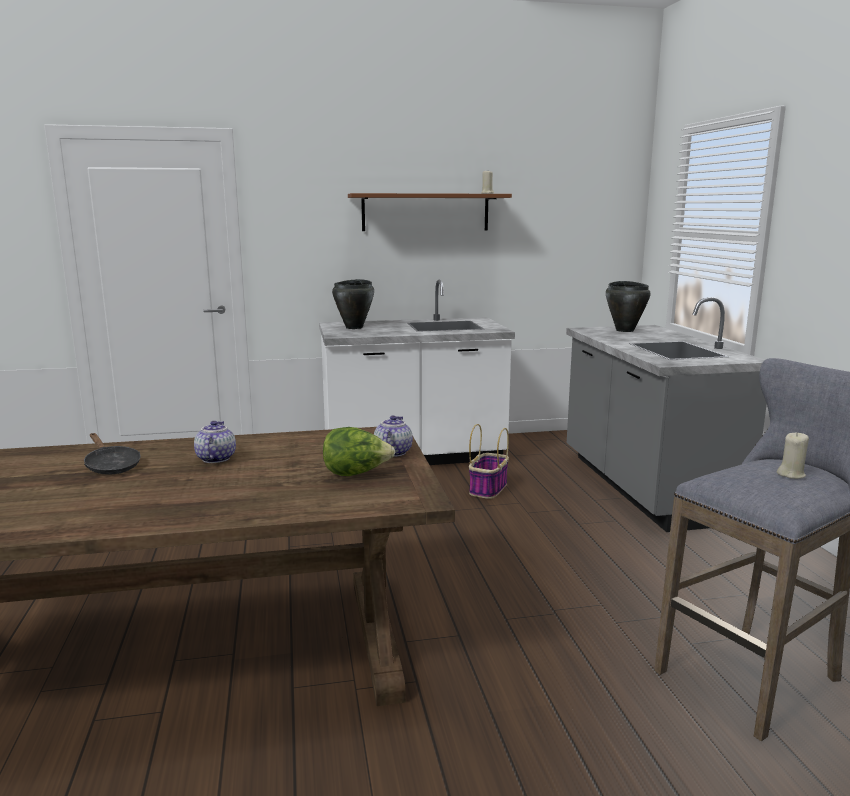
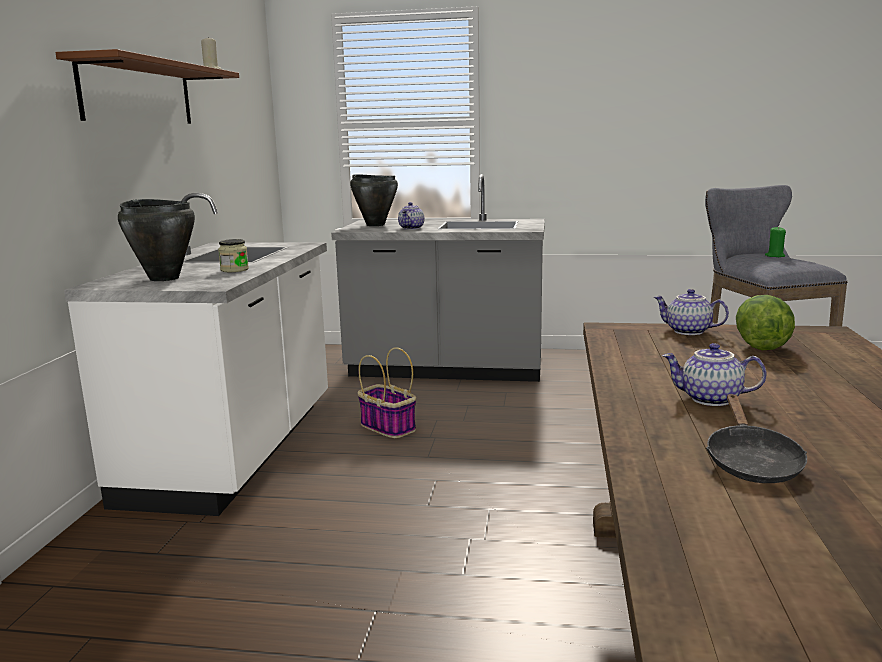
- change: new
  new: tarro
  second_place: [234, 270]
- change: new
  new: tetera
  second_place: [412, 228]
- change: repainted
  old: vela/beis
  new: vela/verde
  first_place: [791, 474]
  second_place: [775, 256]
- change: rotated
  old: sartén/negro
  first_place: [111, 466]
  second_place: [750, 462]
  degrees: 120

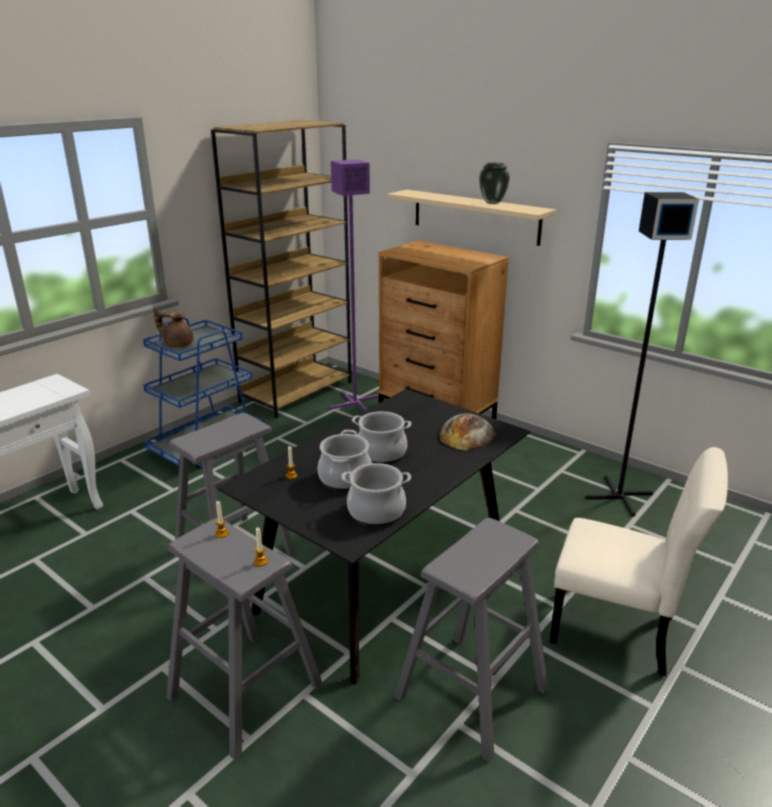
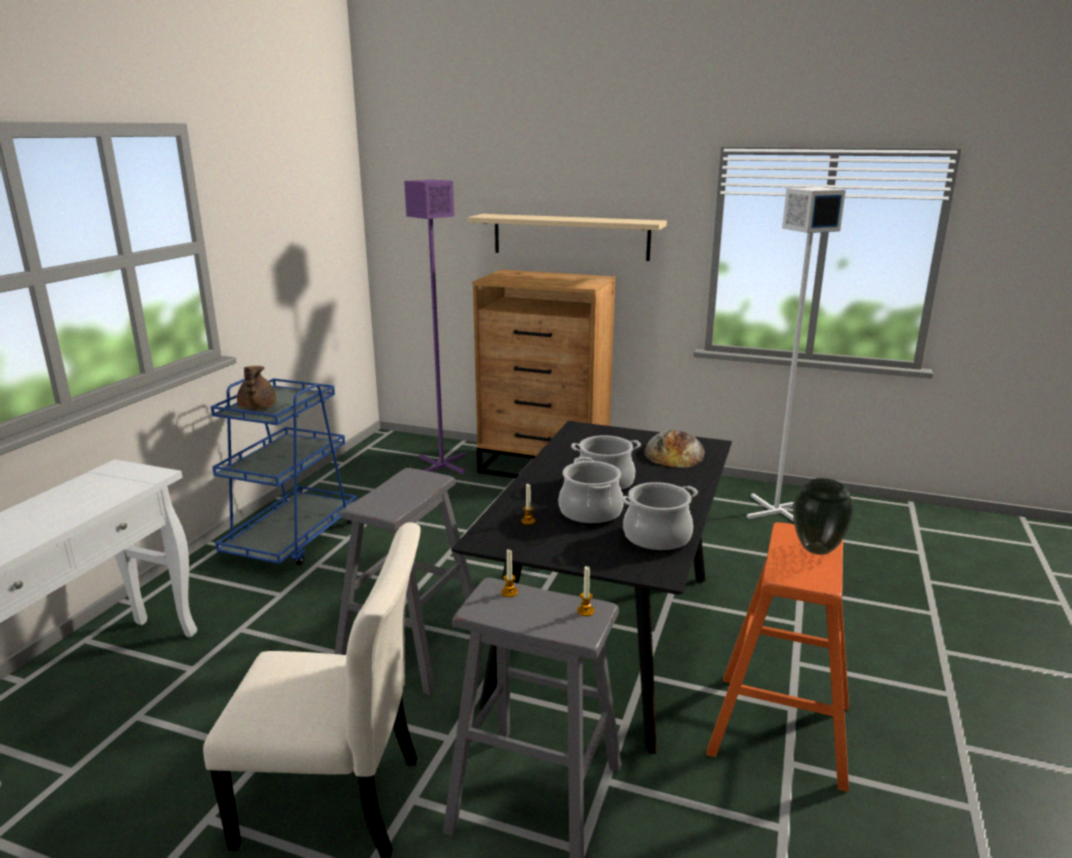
- change: gone
  old: estantería/marrón
  first_place: [296, 391]
- change: shifted
  old: florero
  first_place: [493, 203]
  second_place: [817, 549]
- change: shifted
  old: silla/beis
  first_place: [618, 631]
  second_place: [337, 803]
- change: repainted
  old: taburete/gris
  new: taburete/naranja
  first_place: [471, 693]
  second_place: [780, 729]
- change: repainted
  old: lámpara de pie/negro
  new: lámpara de pie/blanco
  first_place: [618, 495]
  second_place: [774, 510]
- change: rotated
  old: tetera/marrón
  first_place: [177, 344]
  second_place: [256, 408]
  degrees: -90

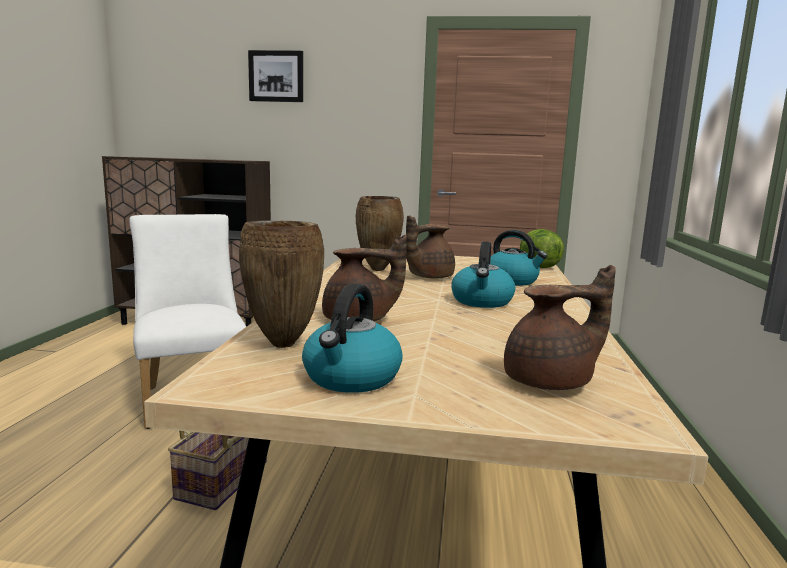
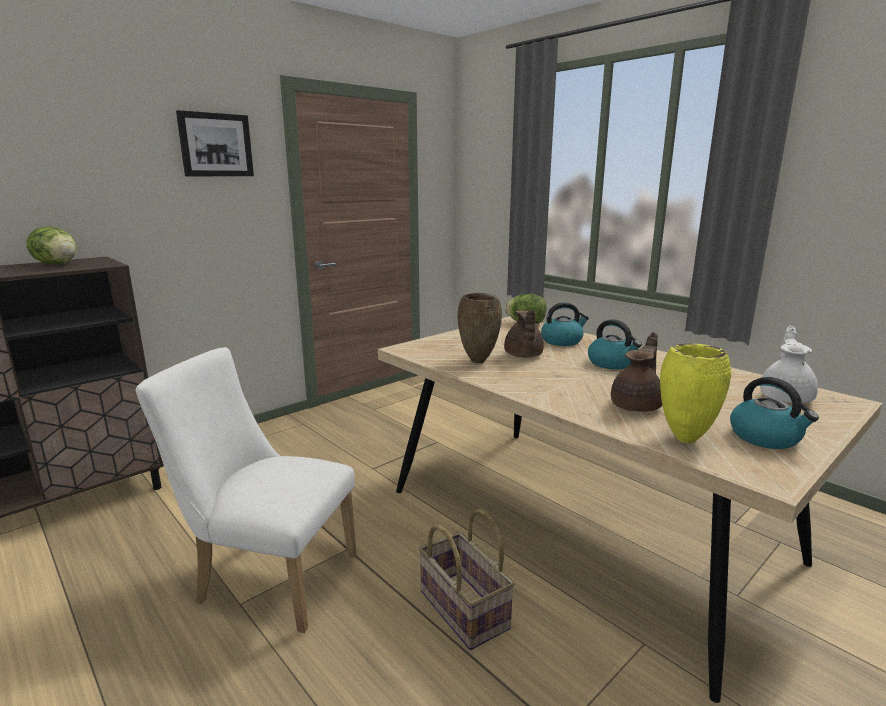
- change: new
  new: lechuga
  second_place: [57, 264]
- change: shifted
  old: cuadro
  first_place: [276, 76]
  second_place: [216, 145]
- change: repainted
  old: florero/marrón
  new: florero/amarillo
  first_place: [284, 344]
  second_place: [683, 439]
- change: repainted
  old: tetera/marrón
  new: tetera/blanco
  first_place: [551, 382]
  second_place: [786, 397]

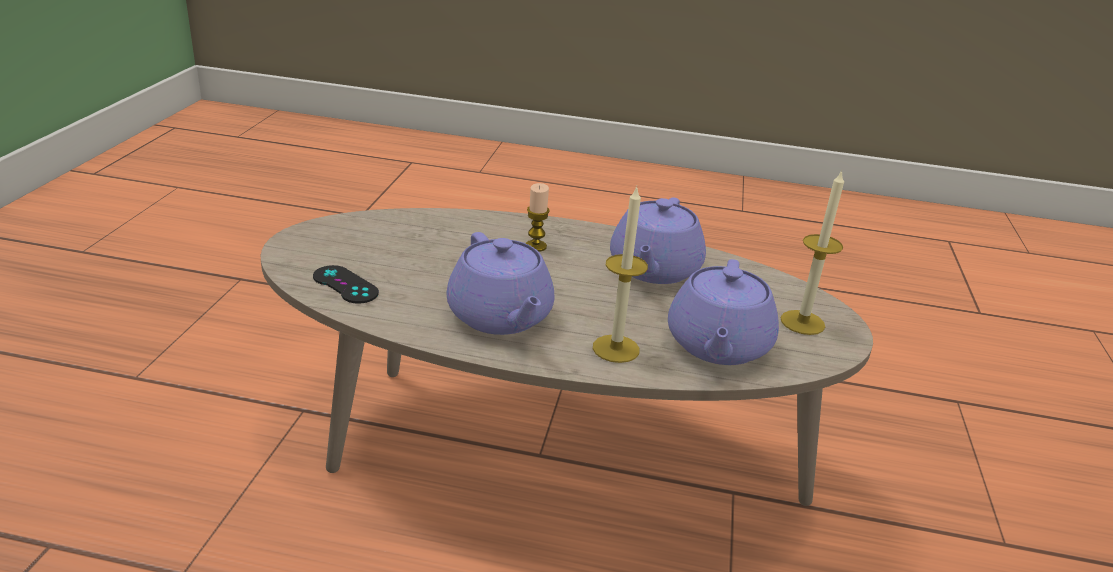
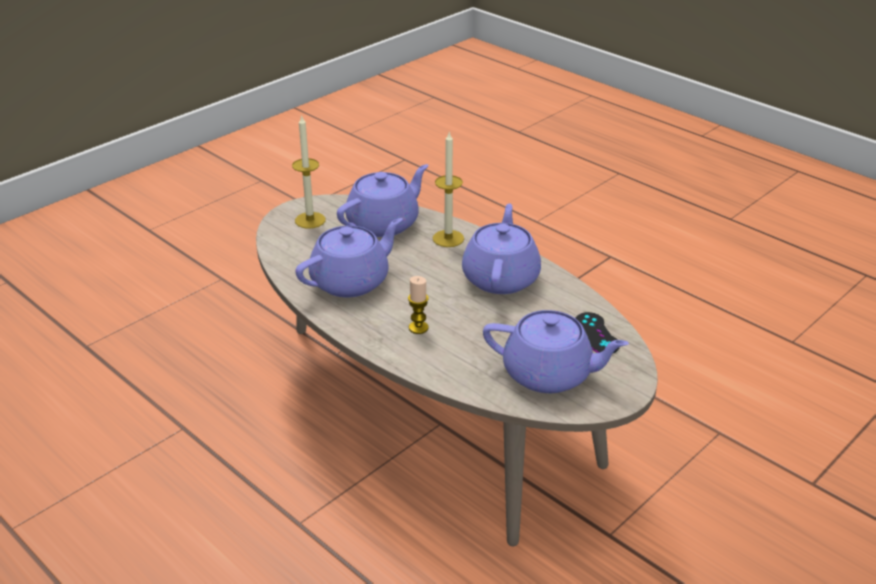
- change: new
  new: tetera/morado
  second_place: [549, 374]

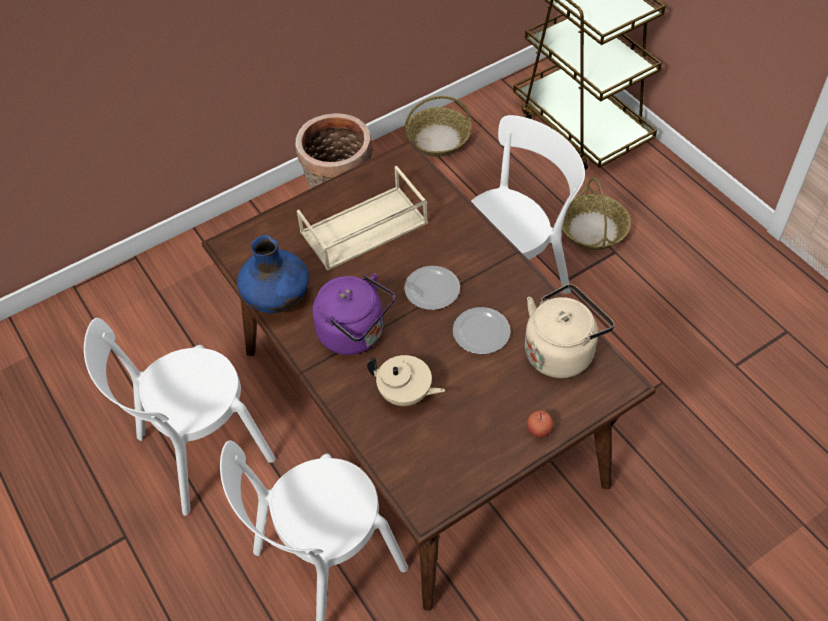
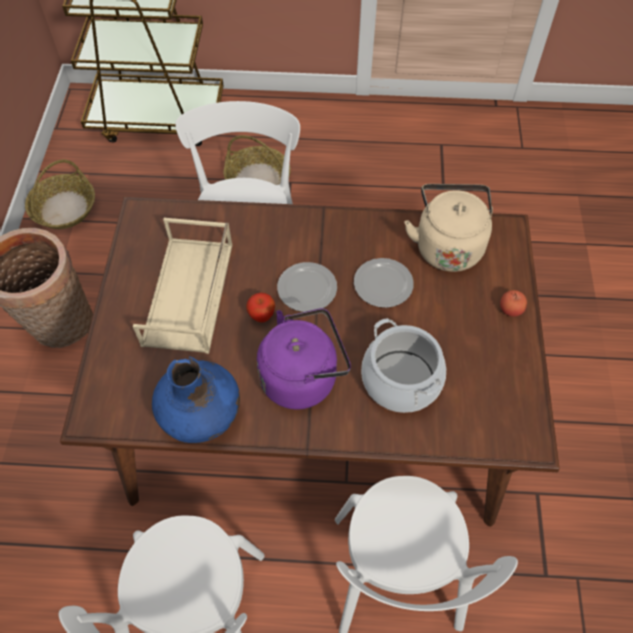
- change: new
  new: manzana
  second_place: [262, 316]
- change: swapped
  old: tetera/beis
  new: olla
  first_place: [405, 394]
  second_place: [401, 380]

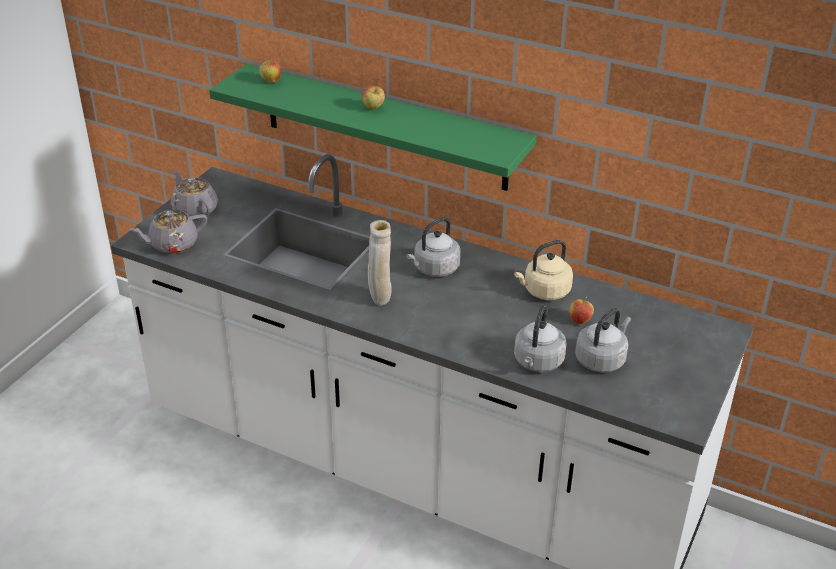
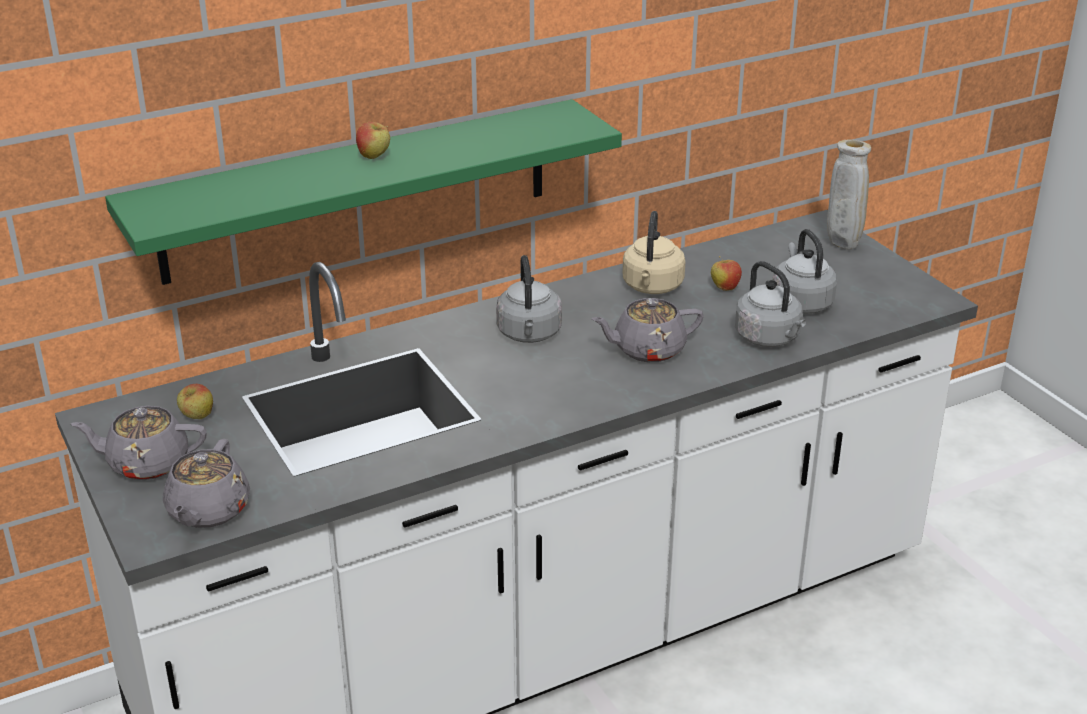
- change: new
  new: tetera/gris
  second_place: [647, 350]
- change: shifted
  old: manzana
  first_place: [271, 81]
  second_place: [197, 417]
- change: shifted
  old: florero/beis
  first_place: [380, 300]
  second_place: [842, 246]

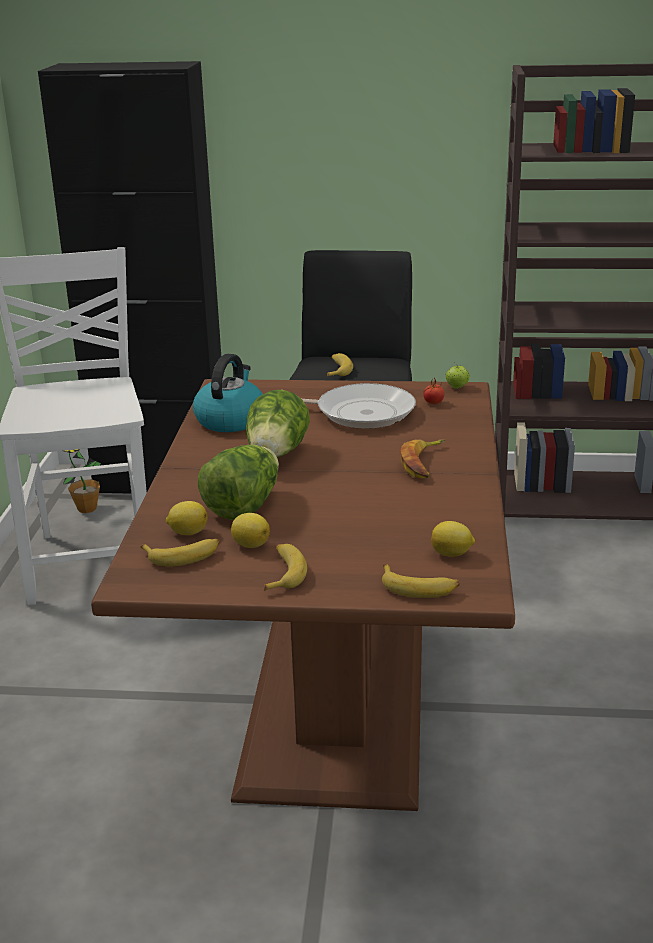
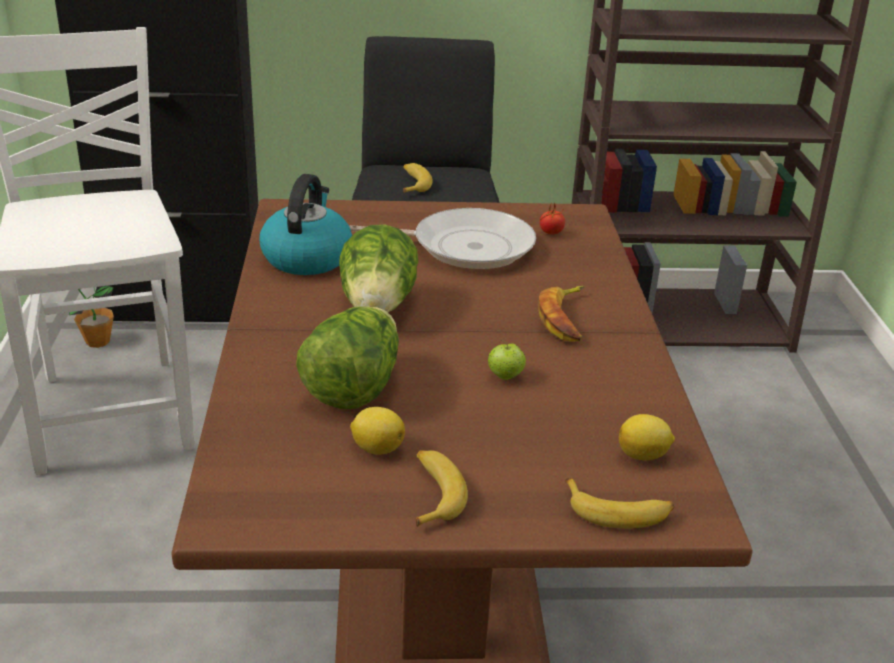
- change: gone
  old: plátano
  first_place: [183, 556]
- change: gone
  old: limón
  first_place: [187, 532]
- change: shifted
  old: manzana
  first_place: [457, 387]
  second_place: [505, 376]

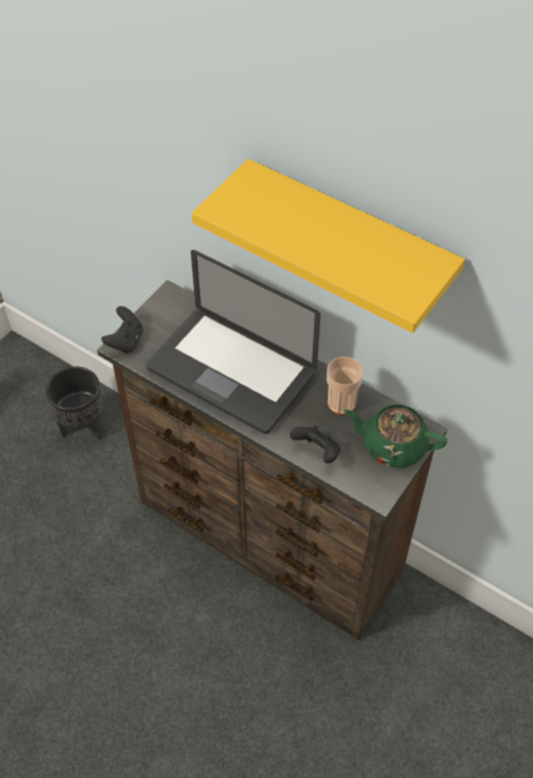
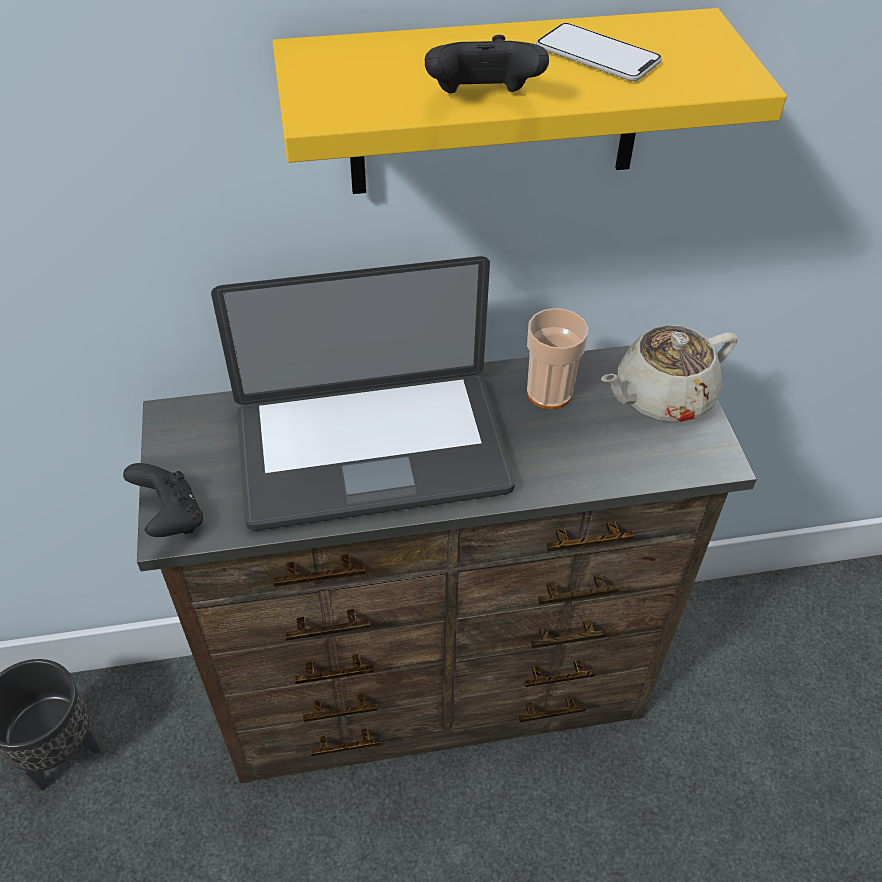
- change: new
  new: móvil
  second_place: [597, 55]
- change: shifted
  old: mando de consola/negro
  first_place: [317, 452]
  second_place: [482, 101]
- change: repainted
  old: tetera/verde
  new: tetera/beis
  first_place: [393, 445]
  second_place: [661, 397]

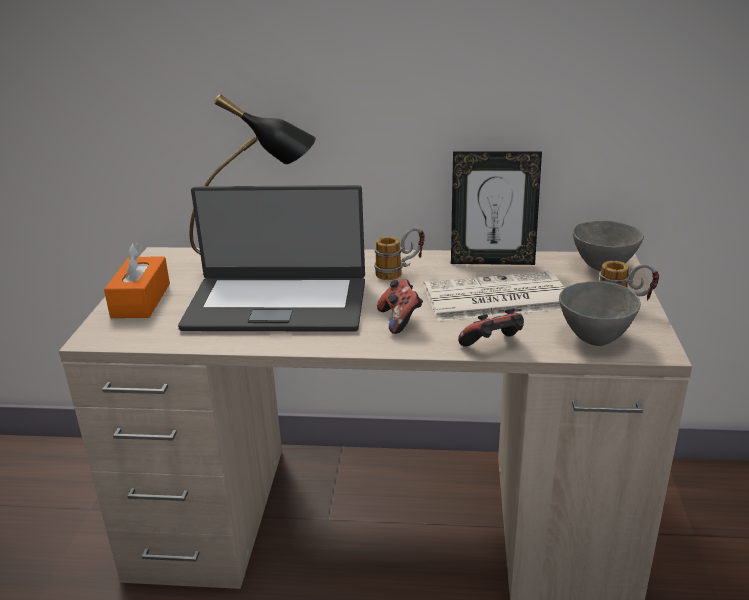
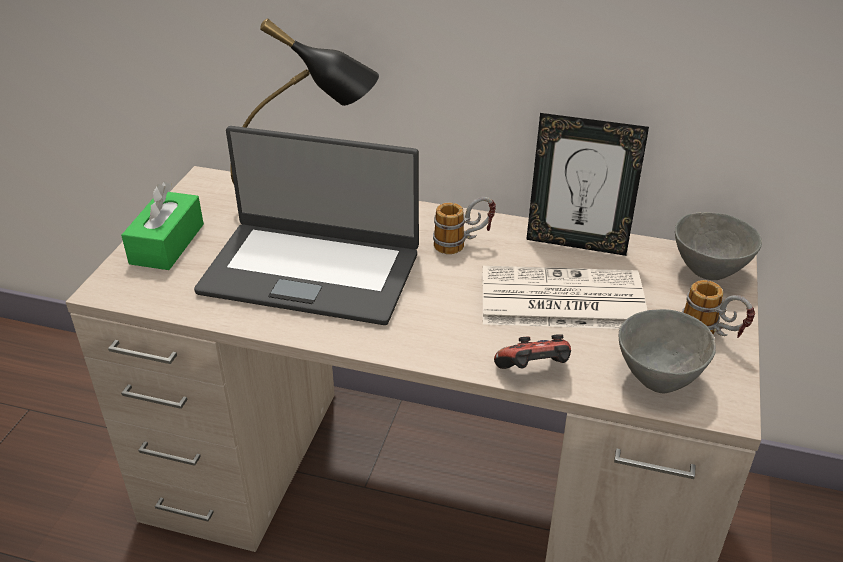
- change: gone
  old: mando de consola
  first_place: [400, 320]
- change: repainted
  old: caja de pañuelos/naranja
  new: caja de pañuelos/verde
  first_place: [141, 300]
  second_place: [167, 244]

